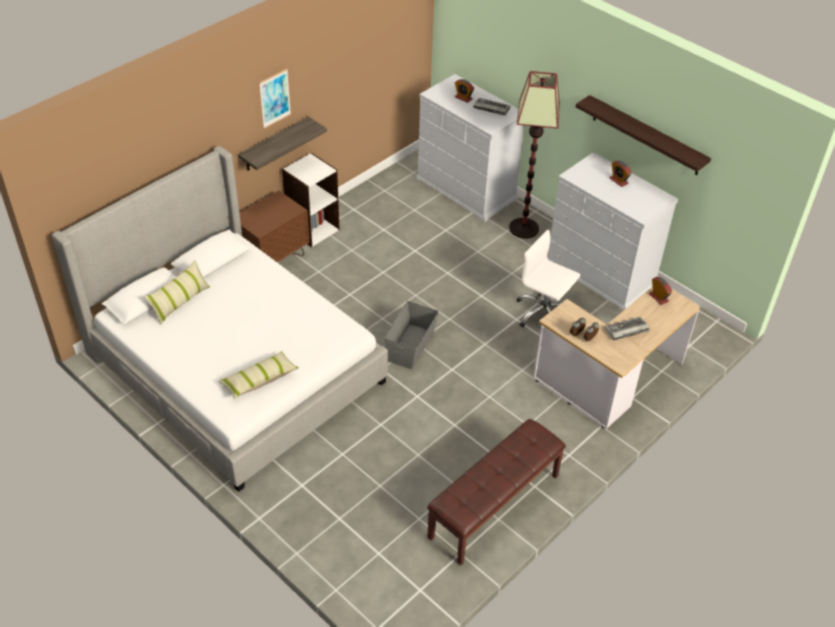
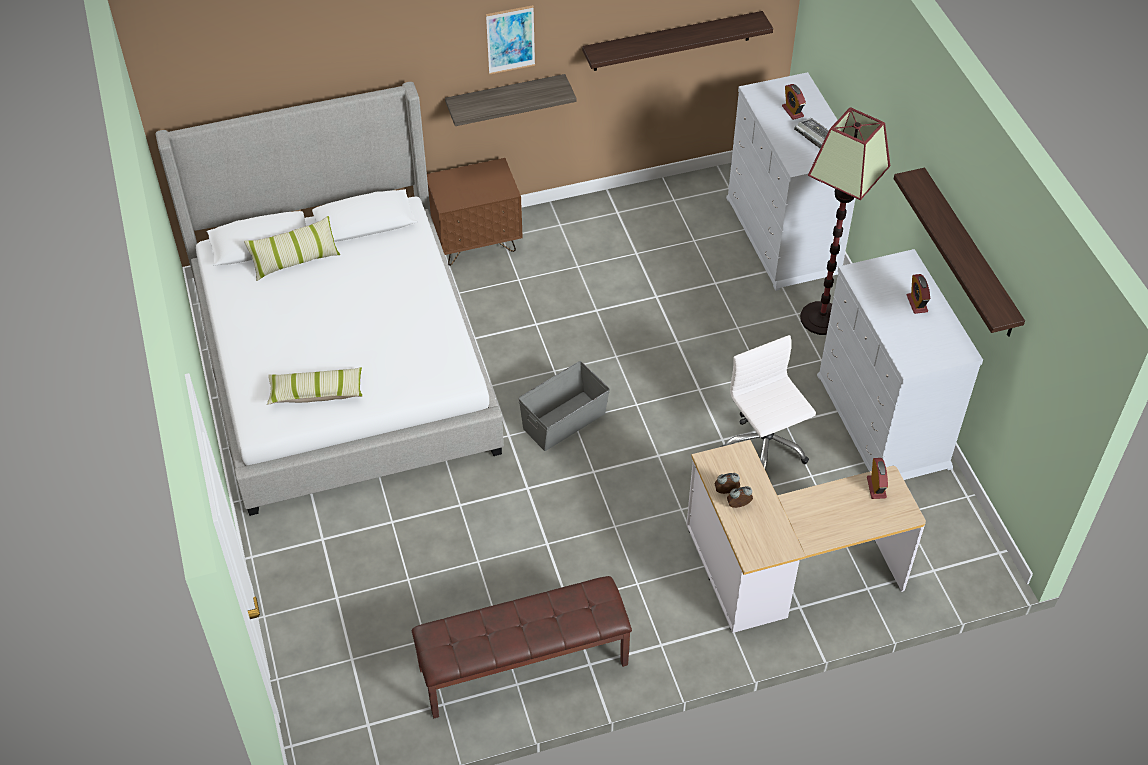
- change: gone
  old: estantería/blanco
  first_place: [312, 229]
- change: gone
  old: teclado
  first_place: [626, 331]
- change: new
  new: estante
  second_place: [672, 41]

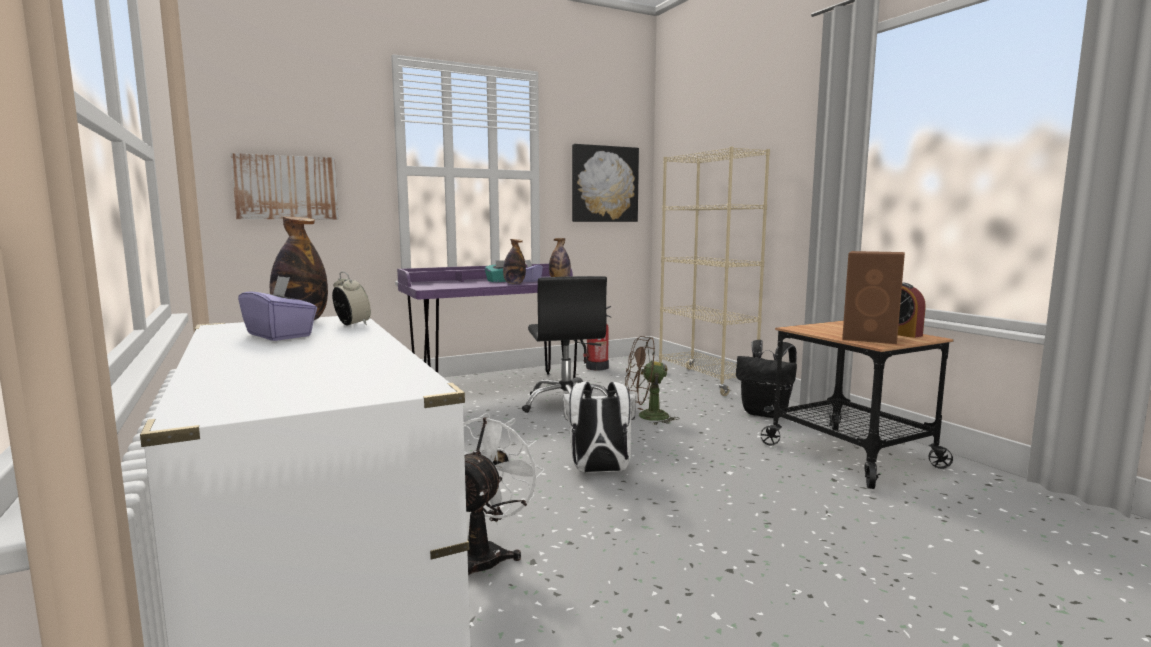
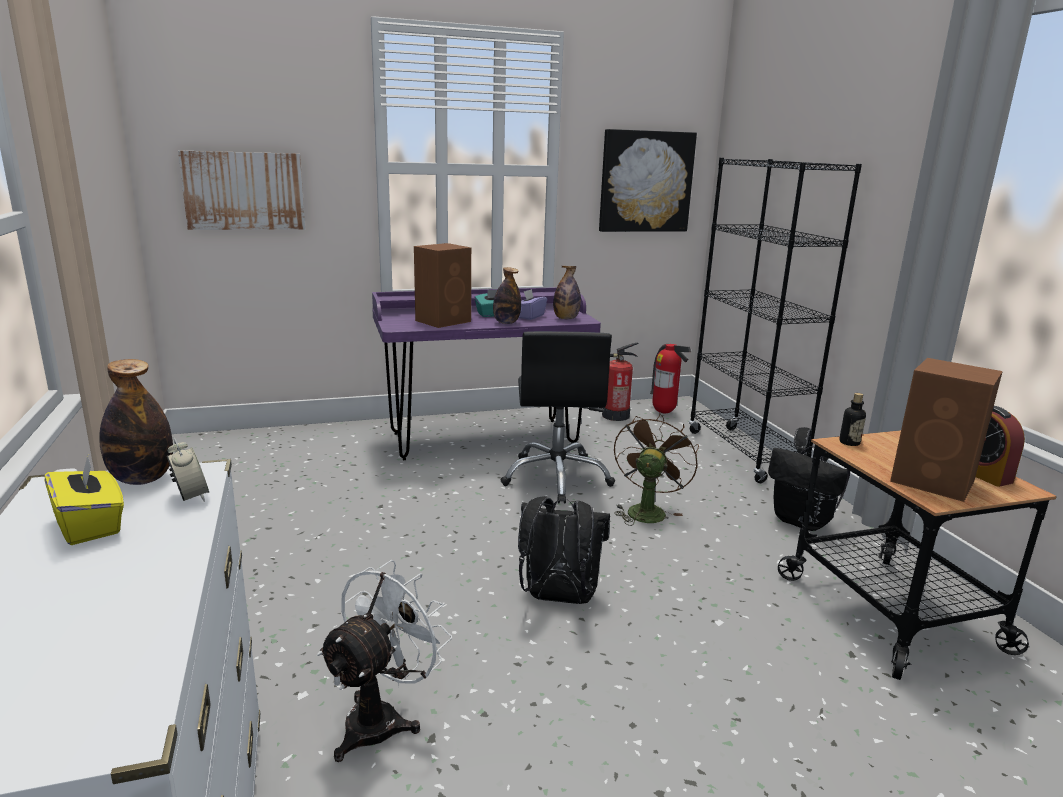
- change: new
  new: altavoz/marrón
  second_place: [444, 321]
- change: new
  new: extintor
  second_place: [664, 412]
- change: new
  new: botella
  second_place: [849, 442]
- change: repainted
  old: caja de pañuelos/morado
  new: caja de pañuelos/amarillo
  first_place: [280, 335]
  second_place: [90, 525]
- change: repainted
  old: mochila/blanco
  new: mochila/negro
  first_place: [599, 471]
  second_place: [558, 598]
- change: repainted
  old: estantería/beis
  new: estantería/negro
  first_place: [706, 381]
  second_place: [744, 454]
- change: rotated
  old: ventilador/marrón
  first_place: [646, 417]
  second_place: [647, 510]
  degrees: 105

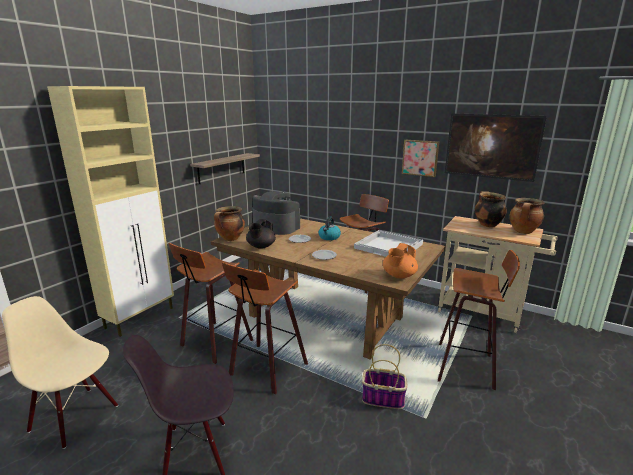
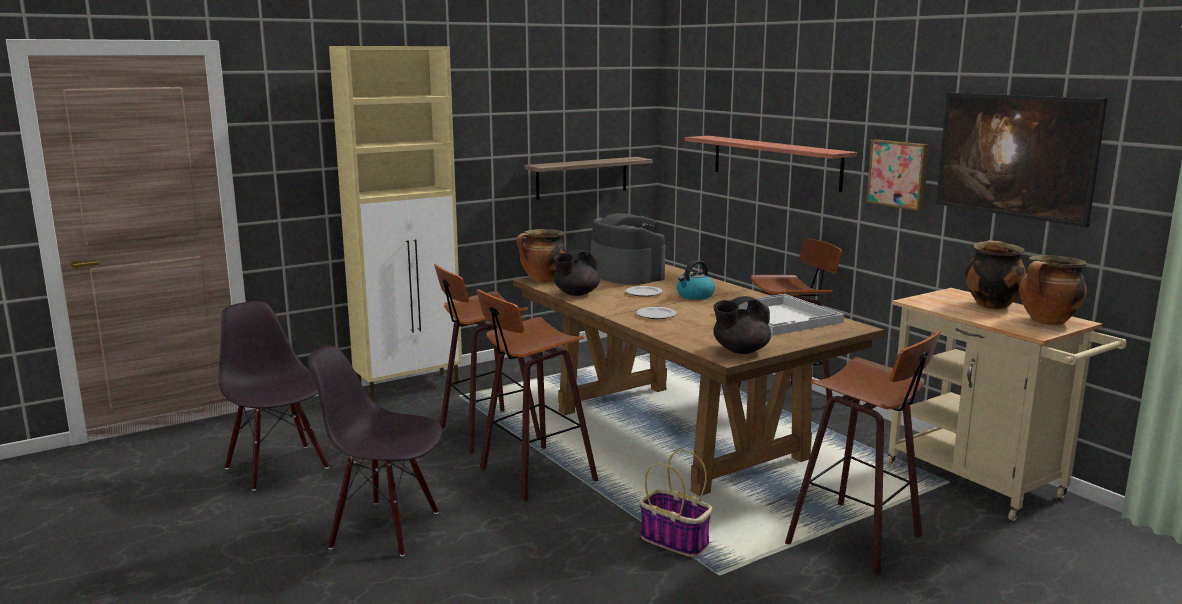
- change: new
  new: estante
  second_place: [775, 162]
- change: repainted
  old: silla/beis
  new: silla/negro
  first_place: [75, 417]
  second_place: [278, 467]
- change: repainted
  old: tetera/naranja
  new: tetera/negro
  first_place: [399, 276]
  second_place: [740, 351]

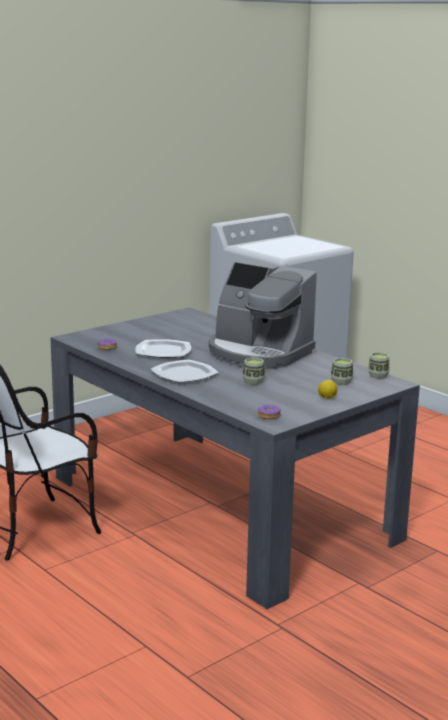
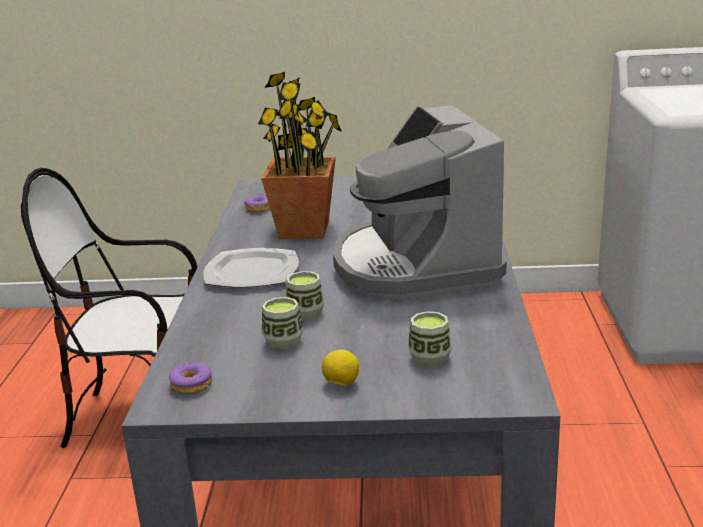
- change: shifted
  old: taza
  first_place: [378, 376]
  second_place: [283, 342]
- change: swapped
  old: plato
  new: planta en maceta
  first_place: [162, 351]
  second_place: [304, 230]

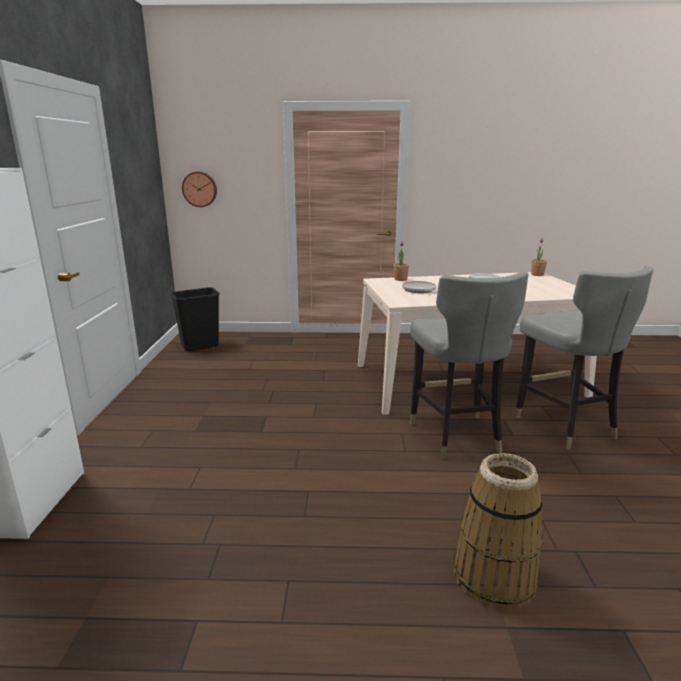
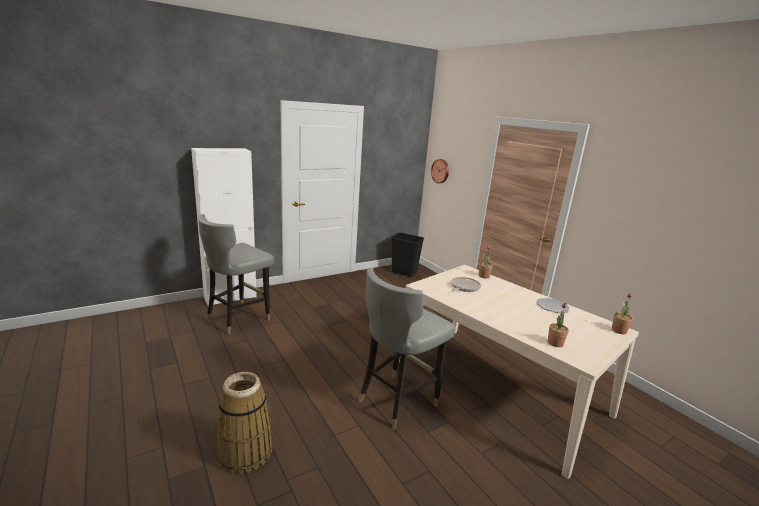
- change: new
  new: planta en maceta
  second_place: [555, 343]
- change: shifted
  old: silla/gris
  first_place: [564, 426]
  second_place: [238, 319]

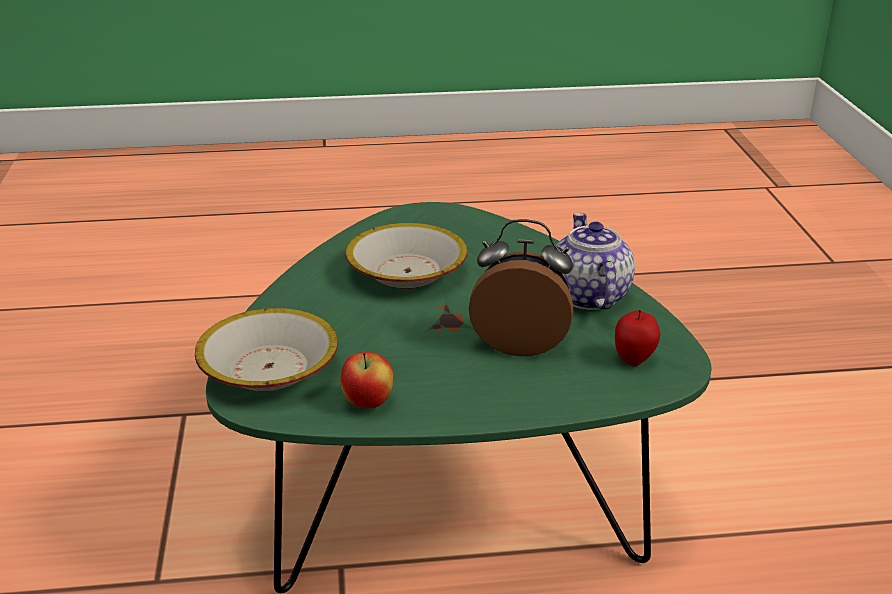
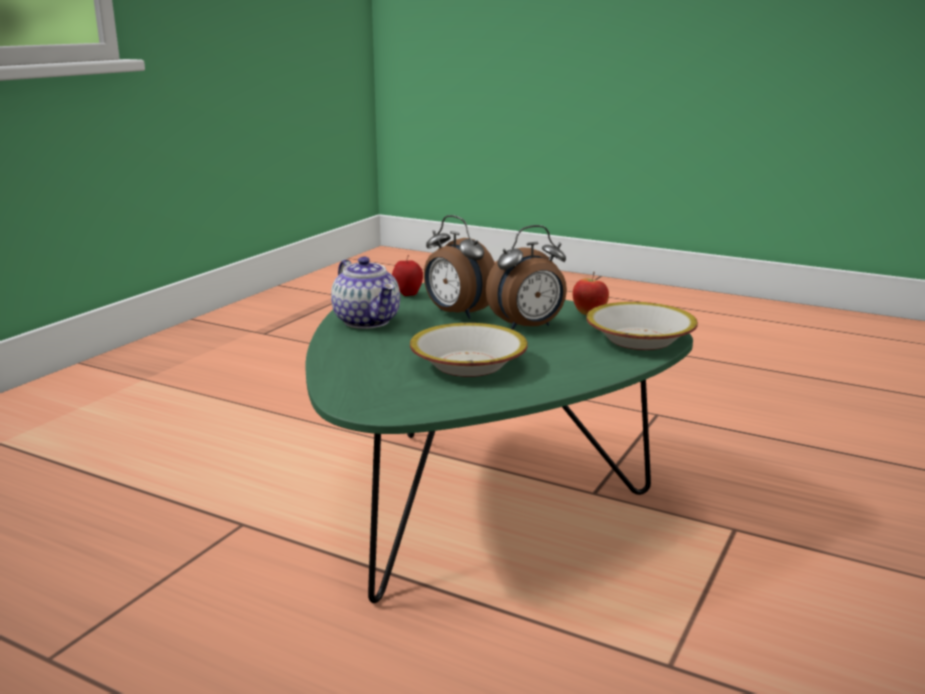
- change: new
  new: despertador
  second_place: [528, 327]
- change: rotated
  old: tetera
  first_place: [588, 296]
  second_place: [368, 321]
  degrees: -60

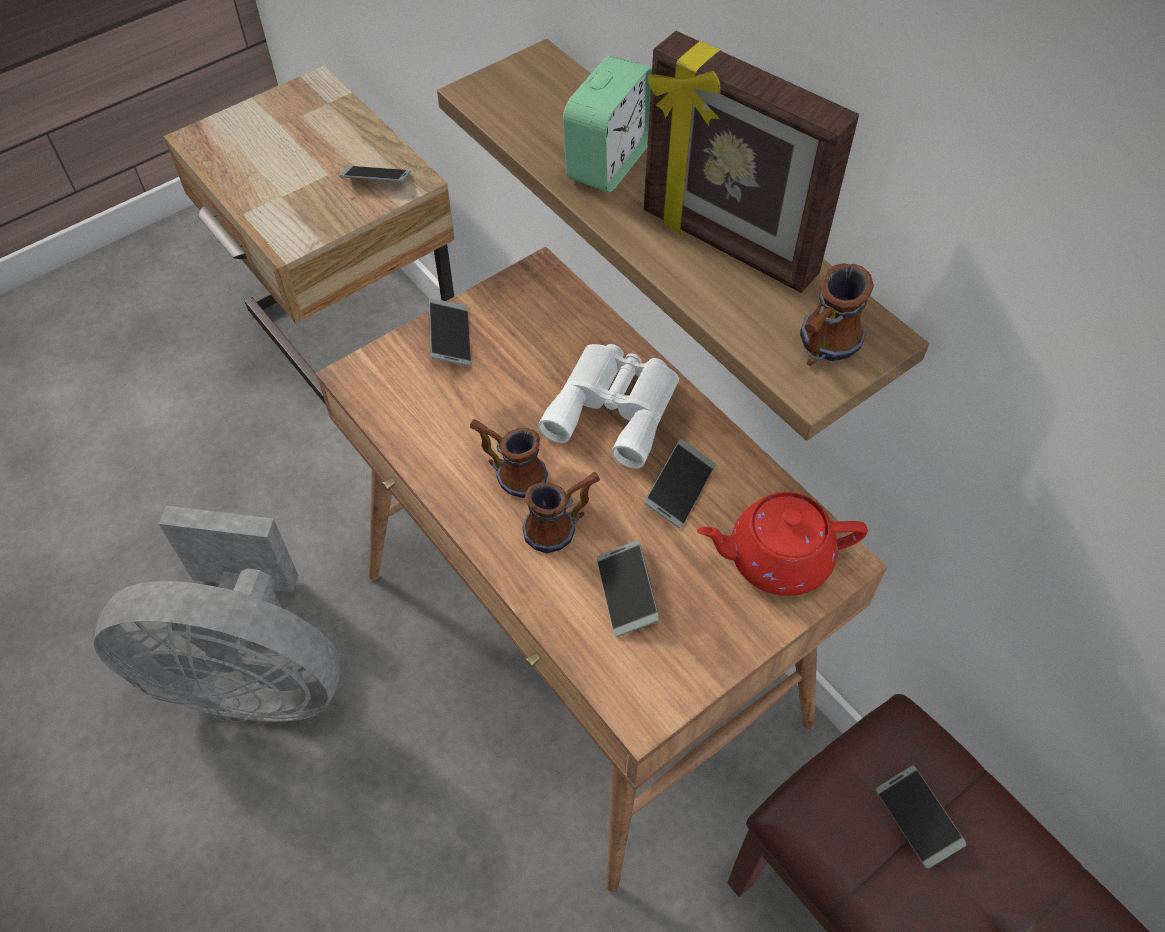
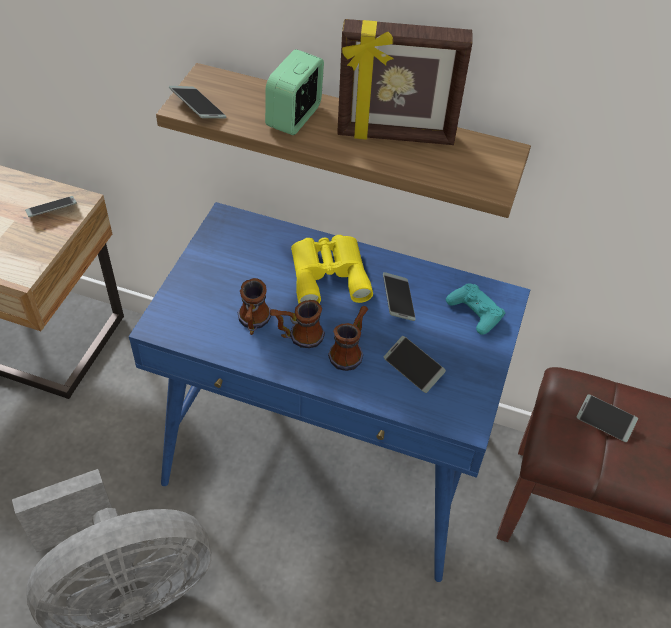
- change: shifted
  old: móvil
  first_place: [450, 338]
  second_place: [198, 108]
- change: shifted
  old: taza grande
  first_place: [822, 349]
  second_place: [253, 324]
- change: swapped
  old: tetera/rojo
  new: mando de consola/turquesa
  first_place: [776, 558]
  second_place: [475, 312]
- change: repainted
  old: escritorio/marrón
  new: escritorio/azul
  first_place: [585, 649]
  second_place: [329, 455]
- change: repainted
  old: prismáticos/blanco
  new: prismáticos/amarillo
  first_place: [615, 407]
  second_place: [329, 273]
- change: rotated
  old: despertador
  first_place: [608, 162]
  second_place: [294, 117]
  degrees: -150

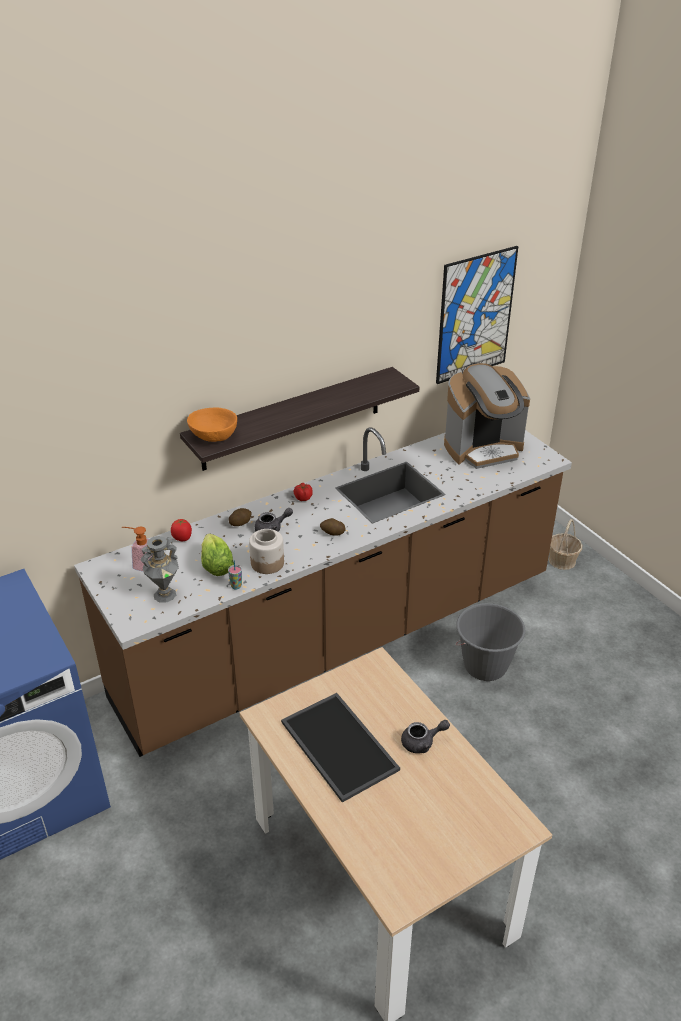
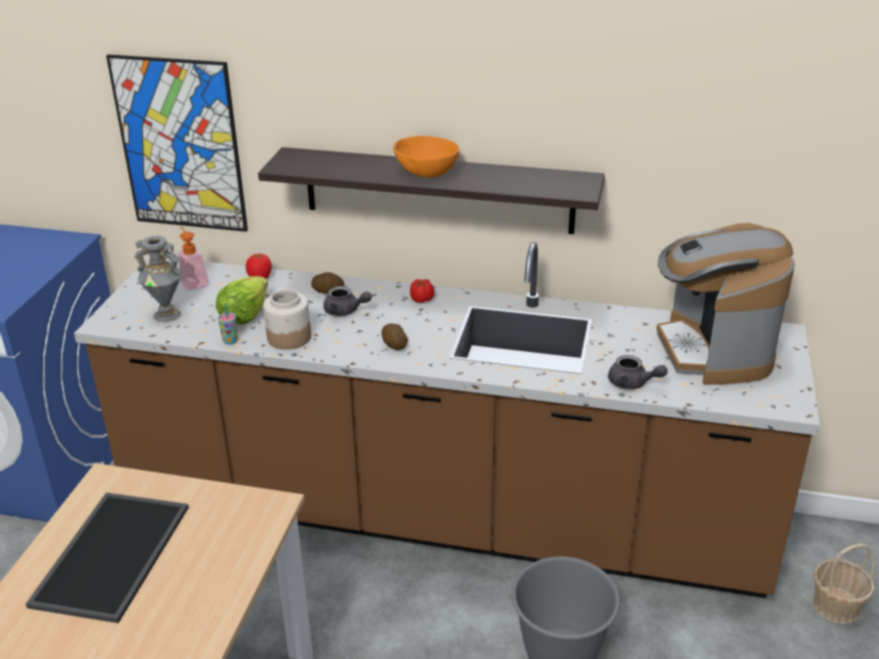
- change: shifted
  old: cuenco/naranja
  first_place: [214, 436]
  second_place: [426, 172]
- change: shifted
  old: tetera/gris
  first_place: [422, 742]
  second_place: [632, 383]
- change: shifted
  old: cuadro
  first_place: [475, 315]
  second_place: [180, 145]
- change: rotated
  old: cafetera
  first_place: [483, 448]
  second_place: [712, 351]
  degrees: 60

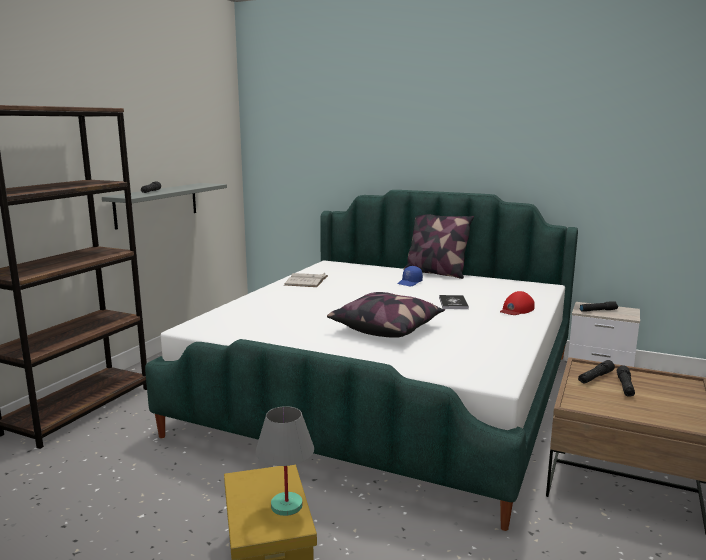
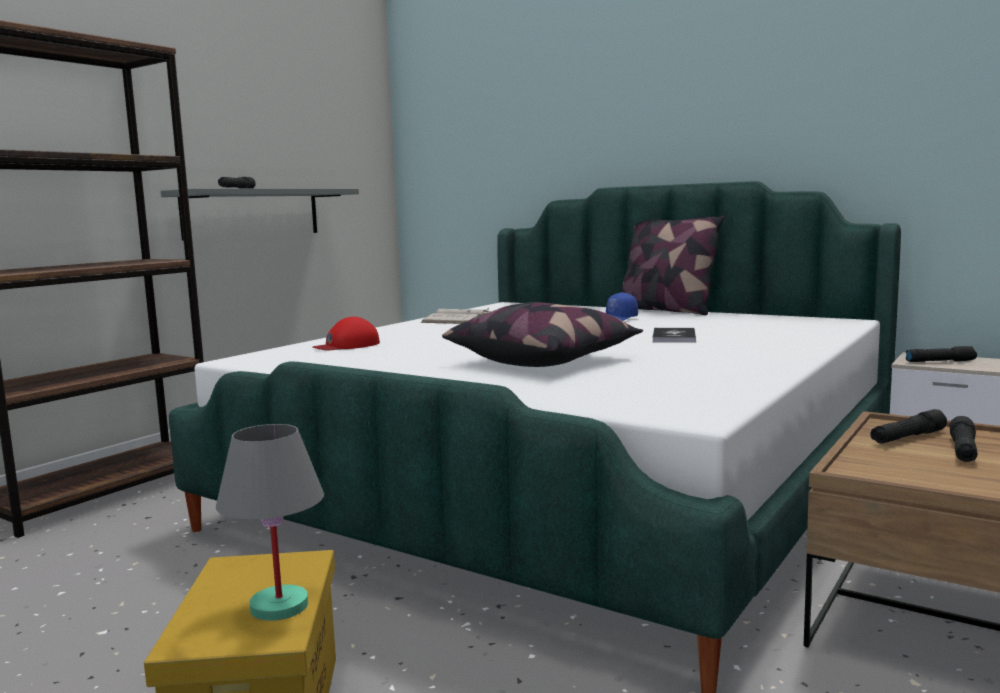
- change: shifted
  old: gorra/rojo
  first_place: [516, 309]
  second_place: [347, 345]

